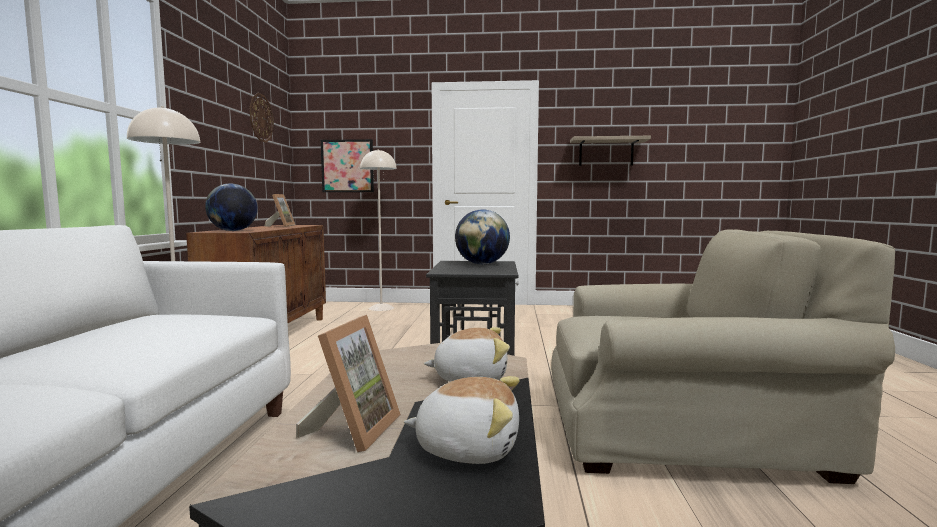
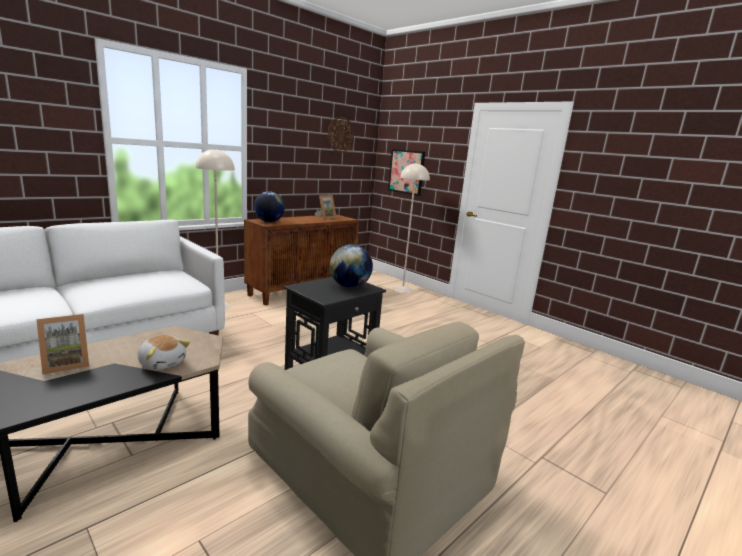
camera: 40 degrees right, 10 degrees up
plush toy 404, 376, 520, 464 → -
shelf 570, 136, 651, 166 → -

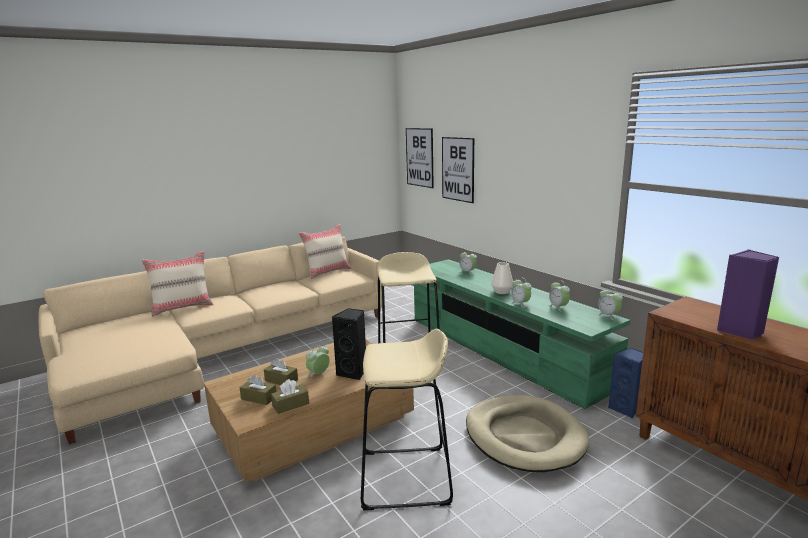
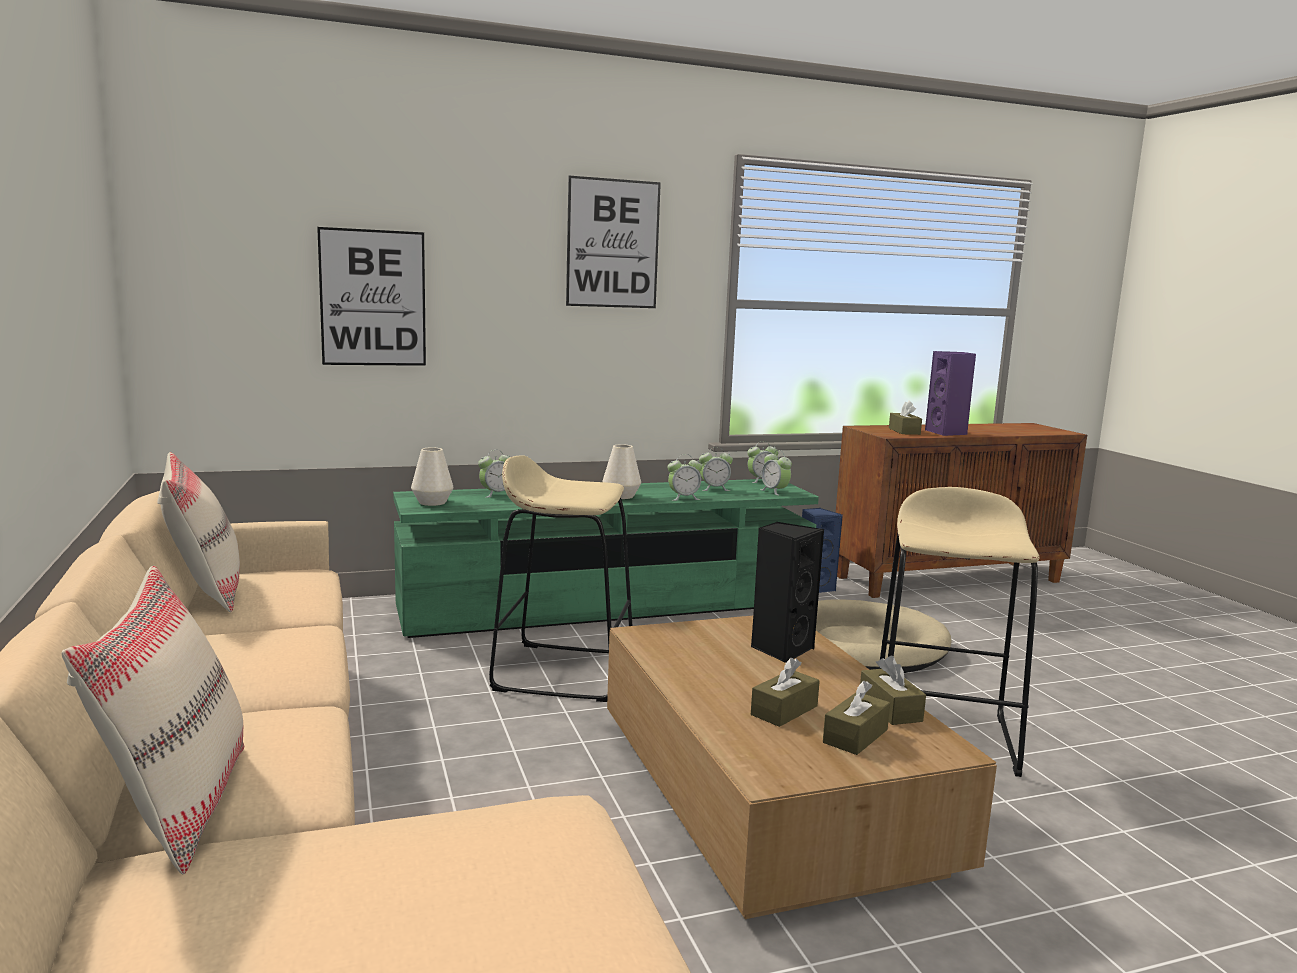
camera: 75 degrees left, 5 degrees down
alarm clock 306, 345, 330, 377 → alarm clock 760, 450, 792, 496, moved
picture 406, 128, 434, 188 → picture 566, 176, 661, 308, moved
- → white vase 411, 447, 453, 506
- → brown tissue box 889, 400, 922, 435

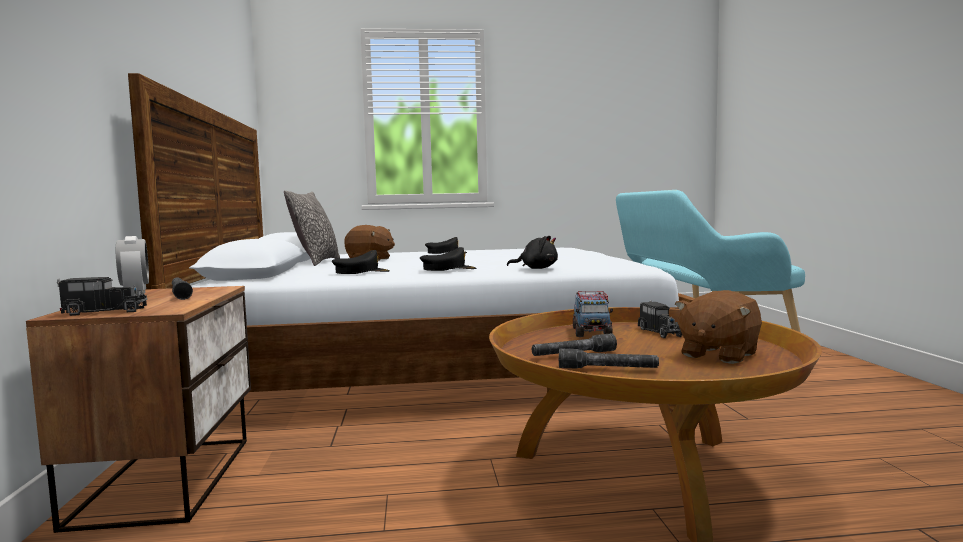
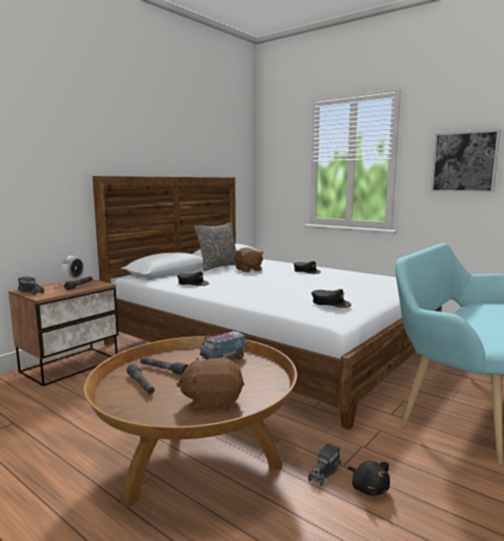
camera: 45 degrees right, 5 degrees up
black cap 420, 247, 476, 271 → black cap 311, 289, 351, 308, moved
black plush toy 507, 236, 558, 269 → black plush toy 347, 461, 390, 496, moved
toy truck 638, 300, 682, 338 → toy truck 308, 443, 341, 486, moved
- → picture 431, 129, 501, 193

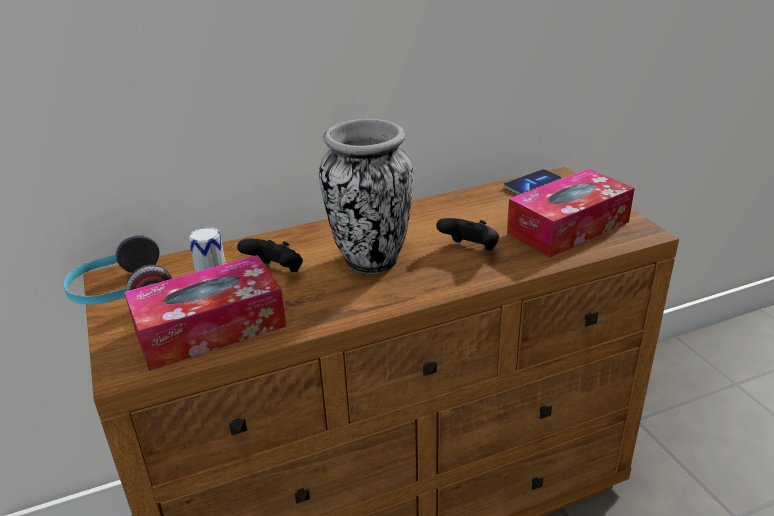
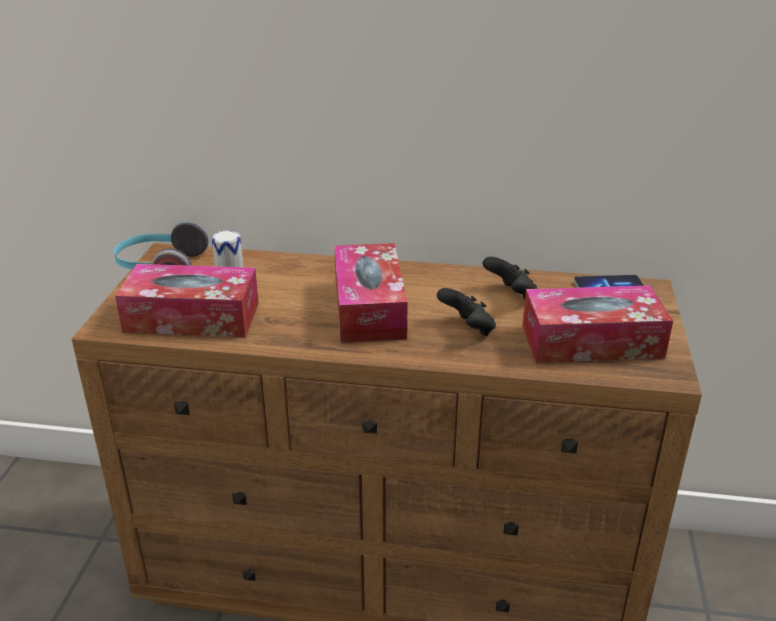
camera: 30 degrees right, 0 degrees up
black game controller 237, 238, 303, 272 → black game controller 483, 257, 538, 300, moved
vase 319, 119, 414, 274 → tissue box 334, 243, 408, 343

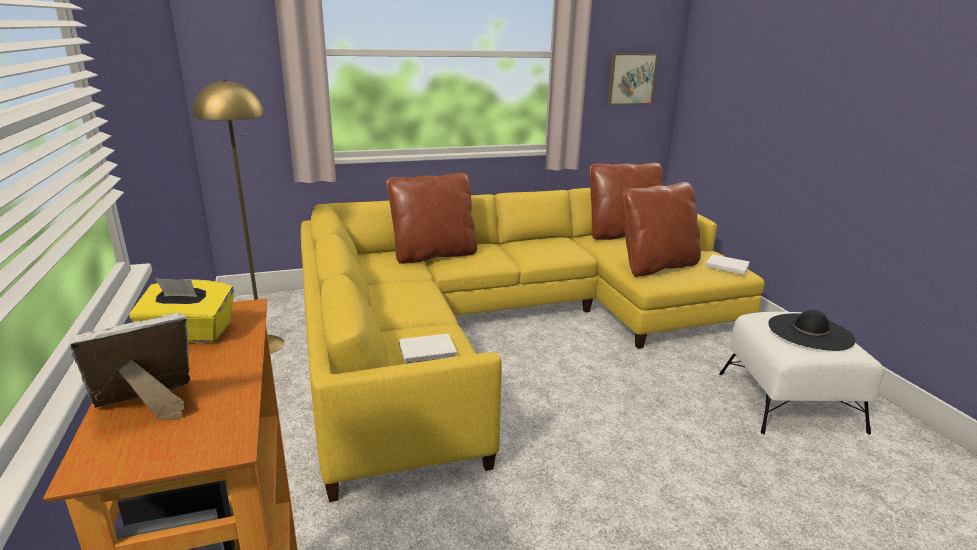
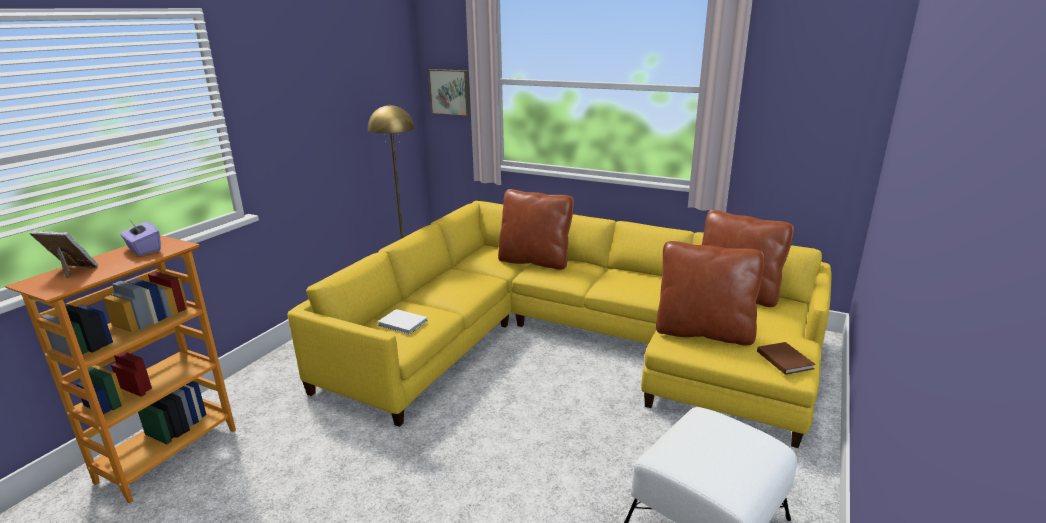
camera: 45 degrees right, 0 degrees up
yellow tissue box 129, 278, 234, 343 → purple tissue box 120, 219, 161, 256
picture 607, 53, 658, 105 → picture 428, 69, 470, 116, moved
white book 706, 254, 750, 275 → brown book 757, 342, 815, 375
black hat 768, 310, 855, 351 → -

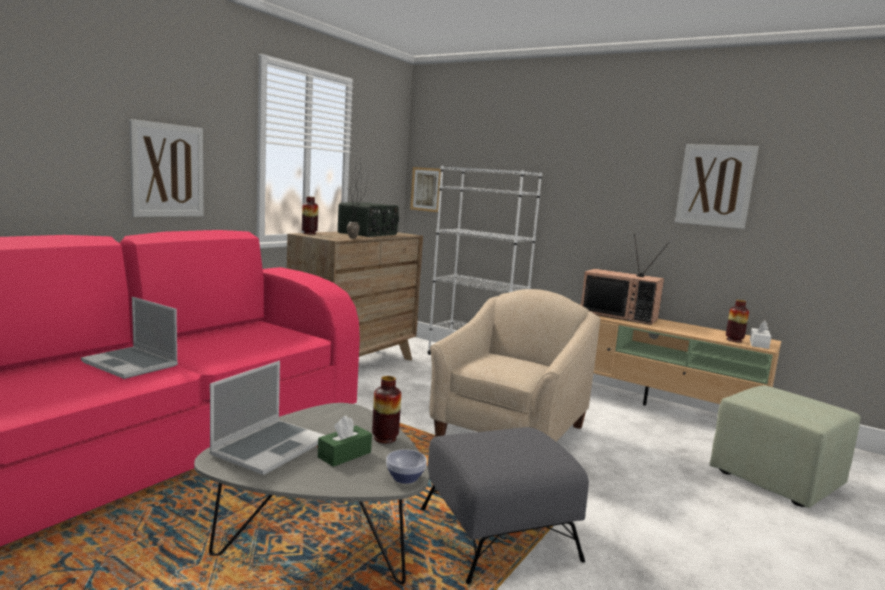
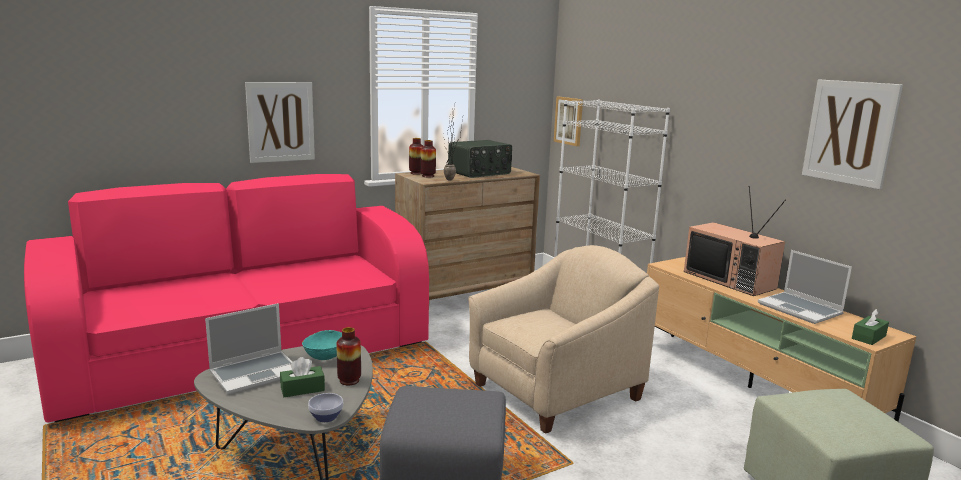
camera: 25 degrees right, 5 degrees up
laptop 81, 297, 178, 379 → laptop 758, 250, 852, 324, moved
vase 726, 300, 749, 342 → vase 421, 140, 436, 178, moved
white tissue box 750, 321, 771, 349 → green tissue box 852, 309, 889, 345
- → turquoise bowl 302, 330, 342, 360

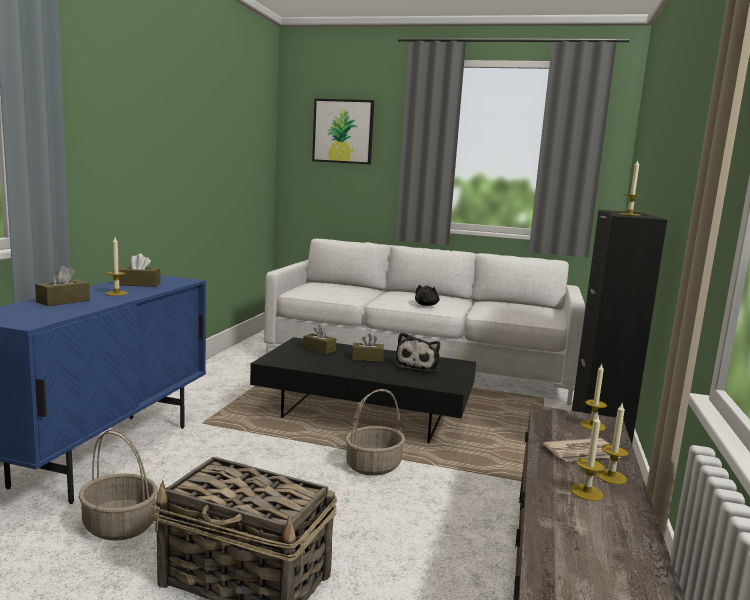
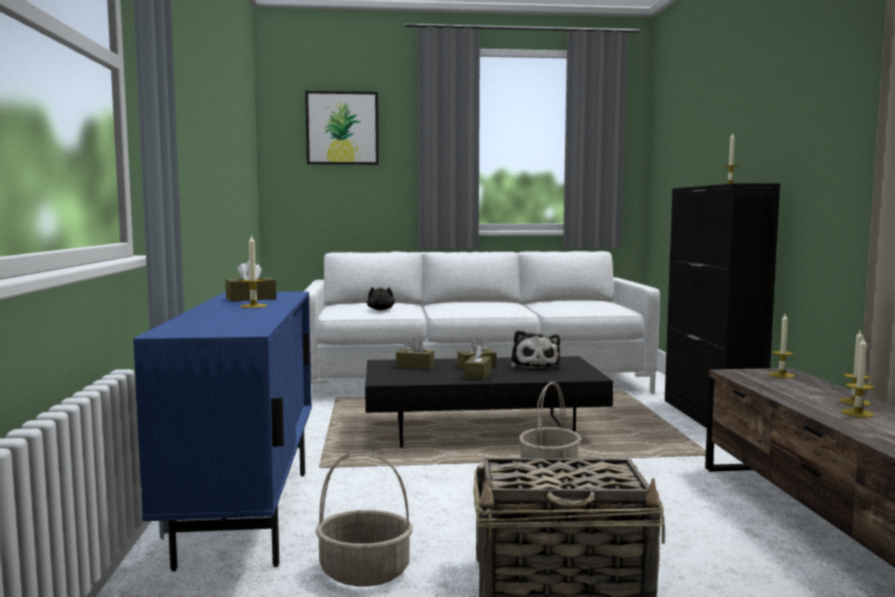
camera: 20 degrees left, 5 degrees down
brown tissue box 35, 266, 90, 306 → brown tissue box 464, 344, 491, 380, moved
black plush toy 415, 285, 440, 306 → black plush toy 367, 287, 395, 310, moved
newspaper 543, 438, 621, 462 → -

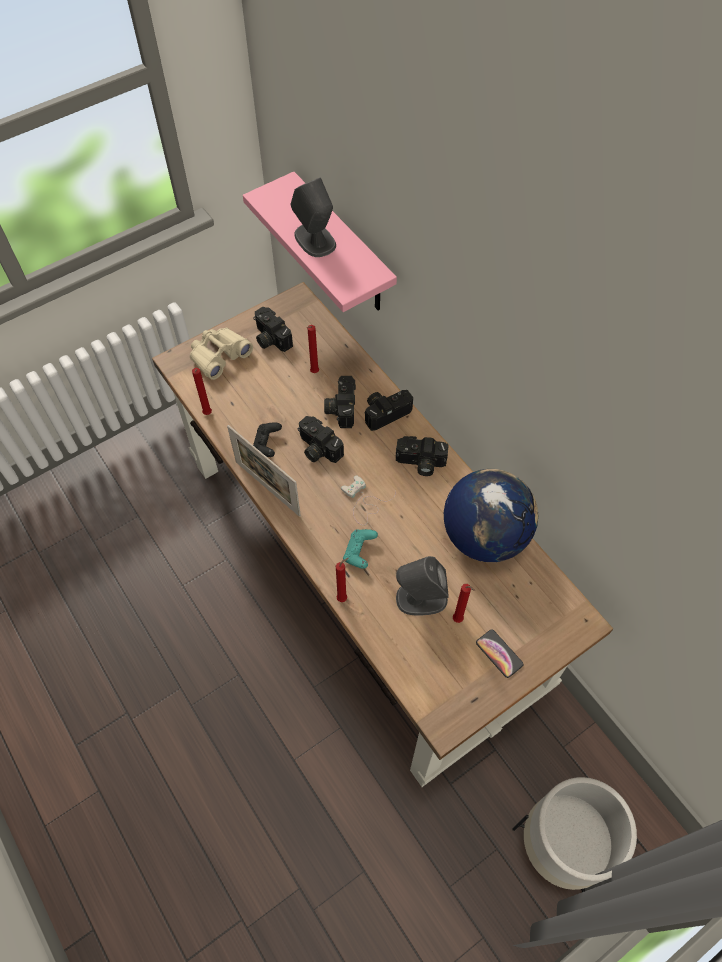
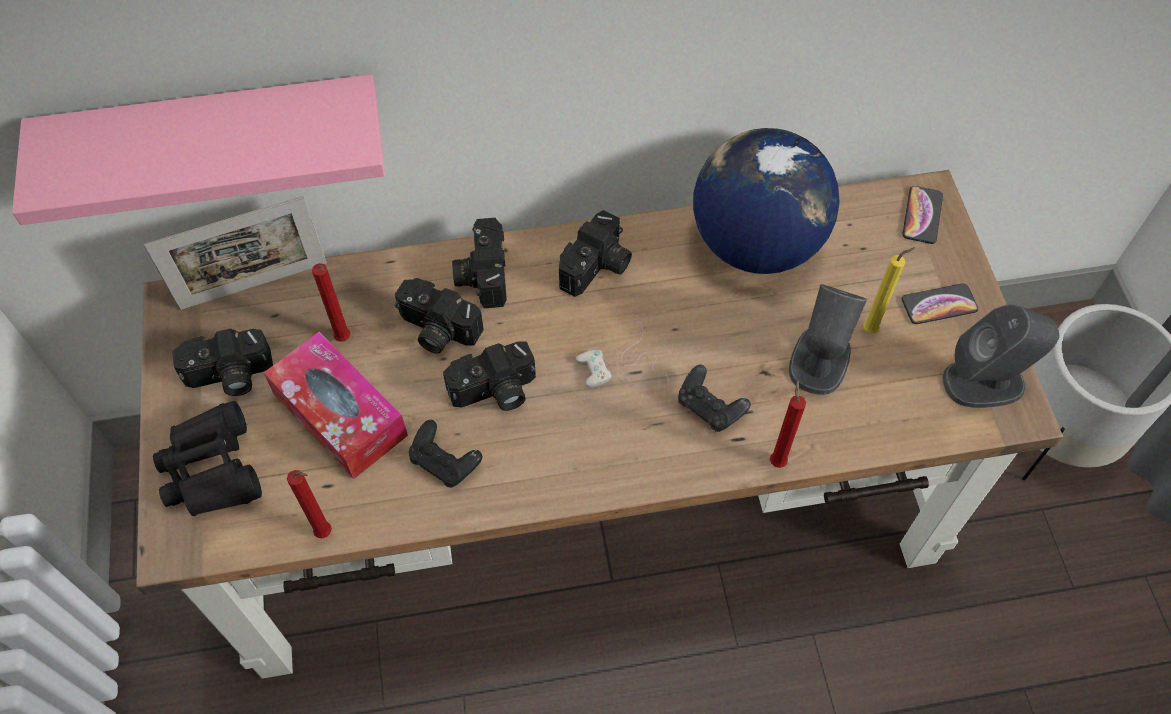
camera: 65 degrees left, 0 degrees up
beige binoculars 190, 328, 253, 380 → black binoculars 153, 401, 262, 516
picture frame 227, 425, 301, 517 → picture frame 144, 196, 327, 310, moved
grey speaker 290, 178, 336, 257 → grey speaker 943, 304, 1059, 408, moved
turquoise game controller 343, 529, 378, 569 → black game controller 678, 365, 751, 432
red candle 453, 584, 475, 623 → yellow candle 863, 247, 915, 334
- → tissue box 263, 332, 408, 479
- → phone 903, 186, 943, 244

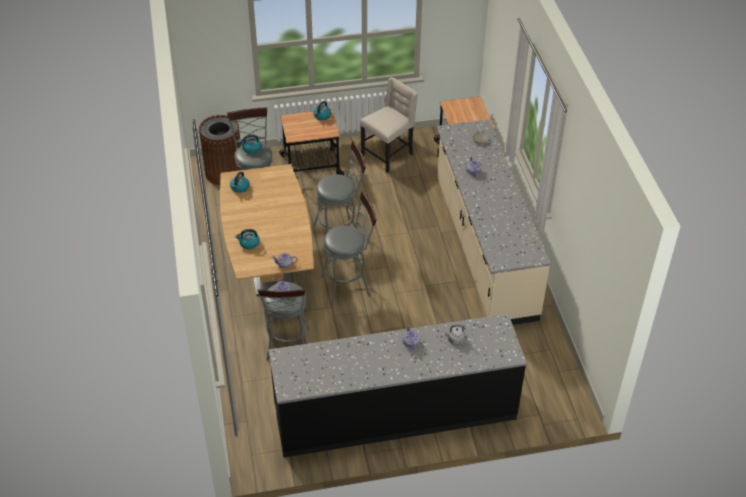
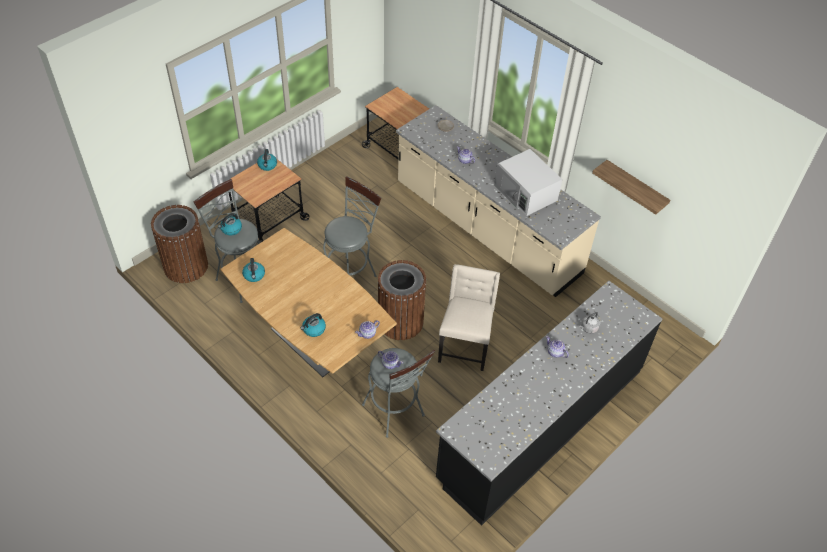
camera: 35 degrees left, 5 degrees up
grey stool 321, 191, 377, 305 → brown trash can 378, 260, 426, 340
beige chair 360, 77, 418, 173 → beige chair 438, 264, 500, 371, moved
- → white microwave 494, 149, 562, 216
- → shelf 592, 160, 670, 215

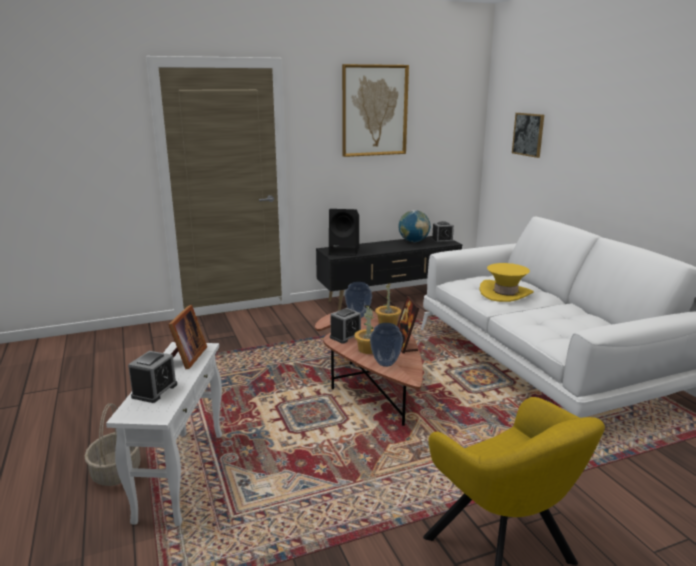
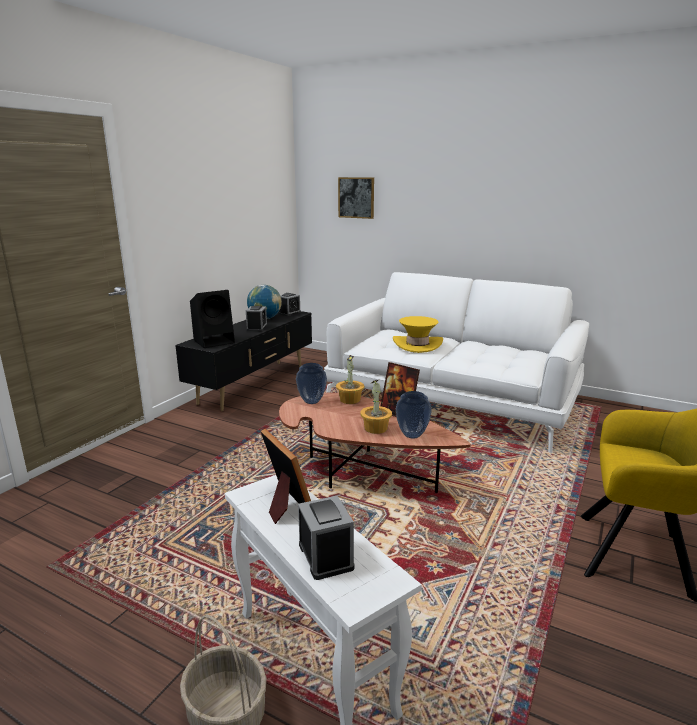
camera: 40 degrees left, 0 degrees up
alarm clock 330, 308, 361, 344 → alarm clock 246, 306, 267, 331, moved
picture 342, 64, 409, 157 → -

